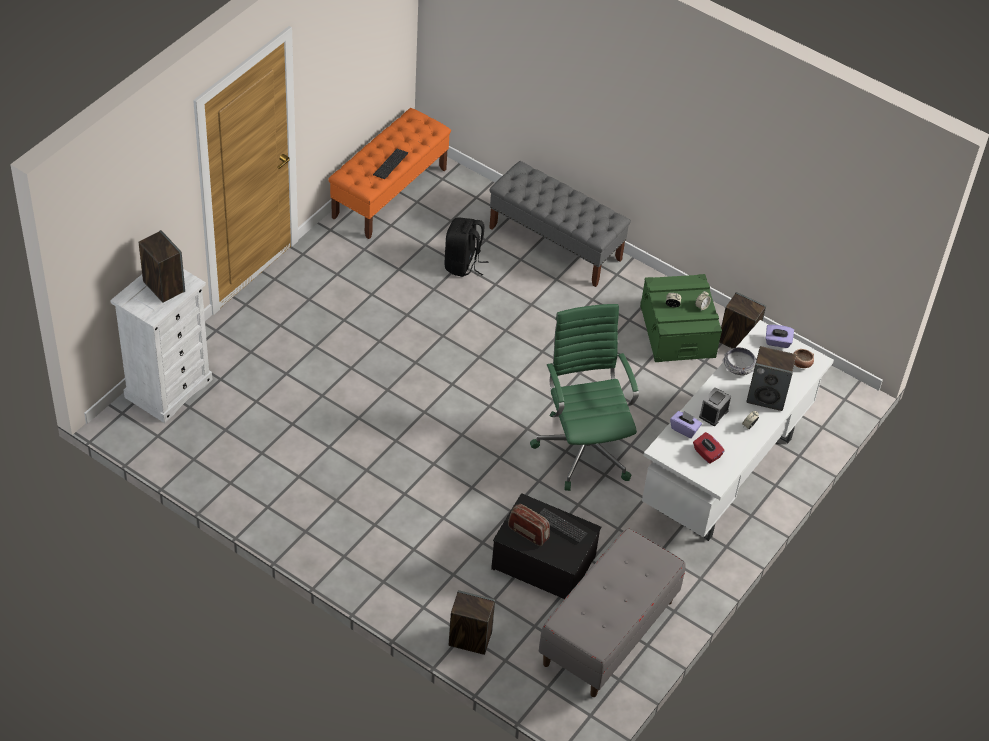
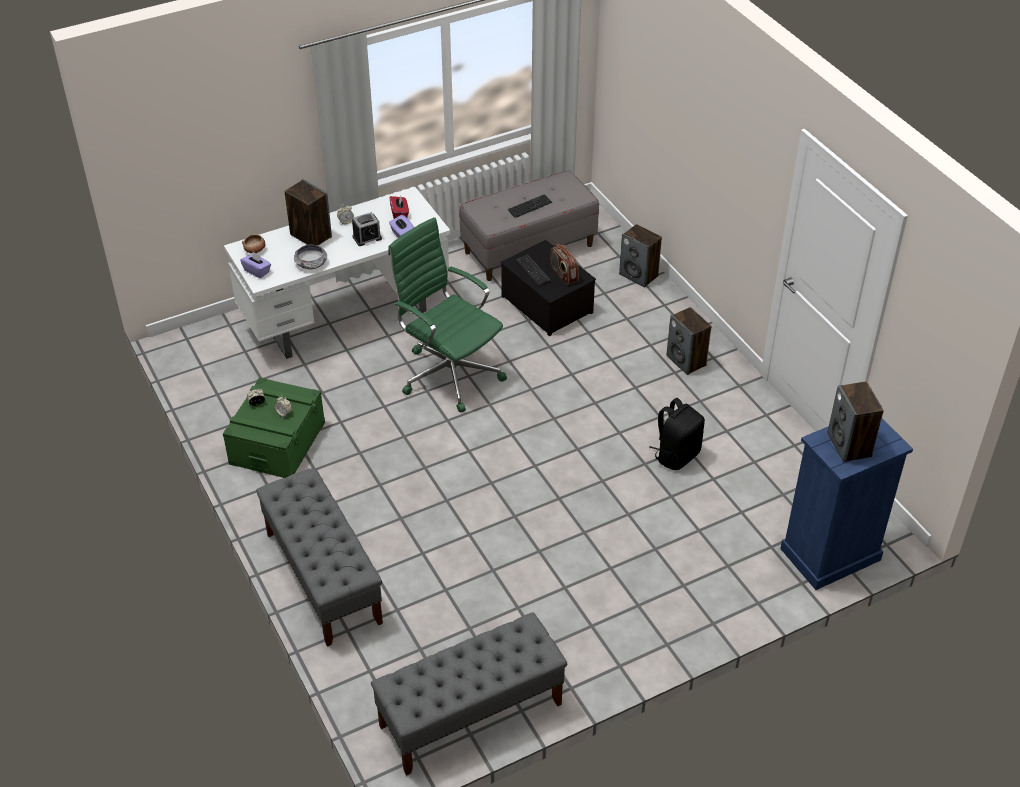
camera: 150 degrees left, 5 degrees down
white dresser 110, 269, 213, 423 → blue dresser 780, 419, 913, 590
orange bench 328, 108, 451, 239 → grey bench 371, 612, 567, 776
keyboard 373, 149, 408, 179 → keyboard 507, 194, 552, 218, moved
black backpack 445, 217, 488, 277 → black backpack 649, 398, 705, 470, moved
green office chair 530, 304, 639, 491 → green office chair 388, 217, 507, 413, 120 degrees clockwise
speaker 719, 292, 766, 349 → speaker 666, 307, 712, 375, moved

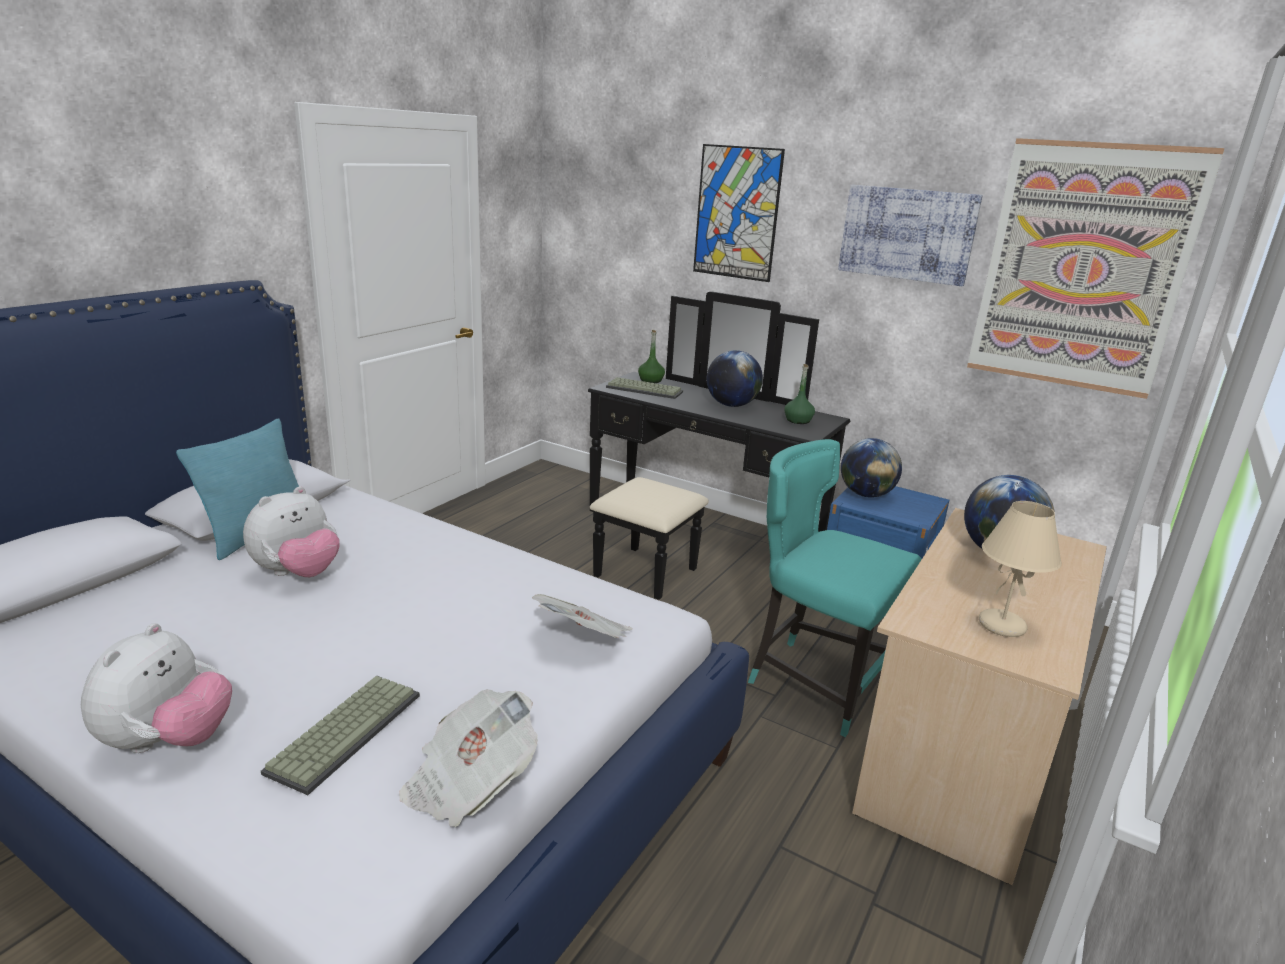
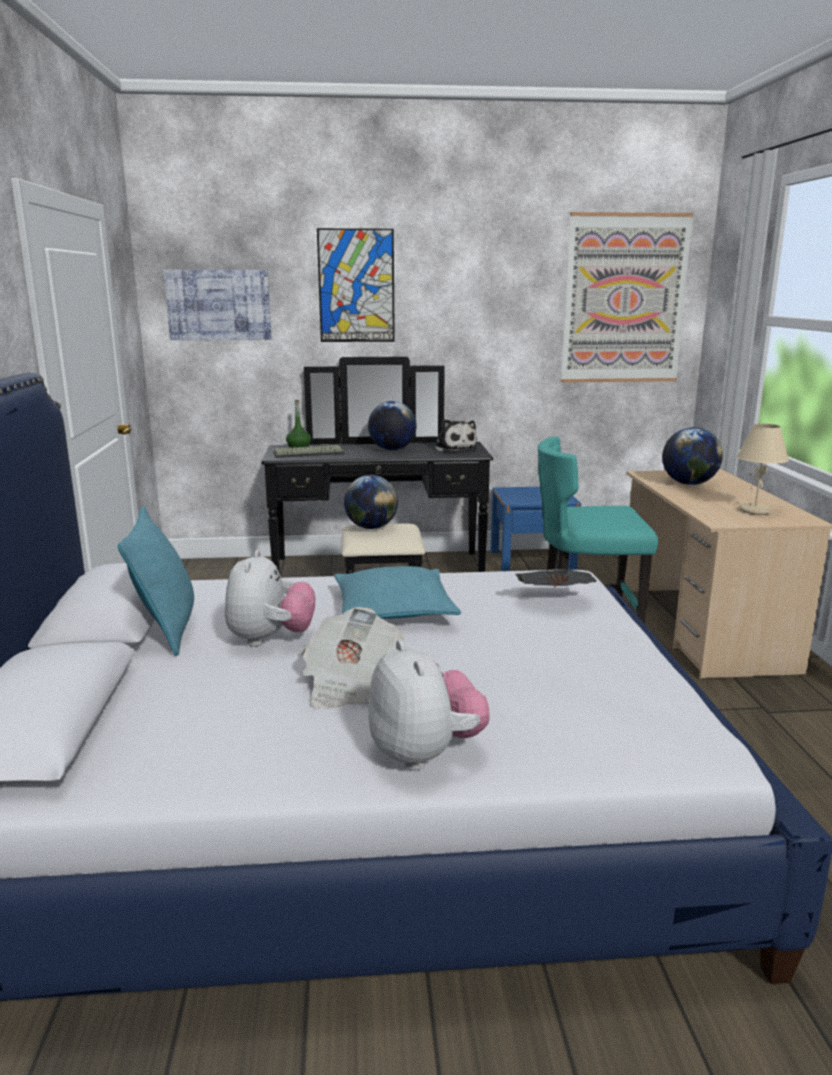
camera: 35 degrees left, 5 degrees down
keyboard 261, 675, 420, 795 → -
newspaper 399, 689, 538, 827 → newspaper 302, 607, 404, 709, moved
green bottle 784, 364, 815, 424 → plush toy 433, 419, 477, 452
picture 838, 185, 983, 286 → picture 164, 270, 272, 340, moved
globe 841, 438, 902, 498 → globe 344, 475, 398, 529, moved
- → turquoise pillow 334, 566, 461, 619

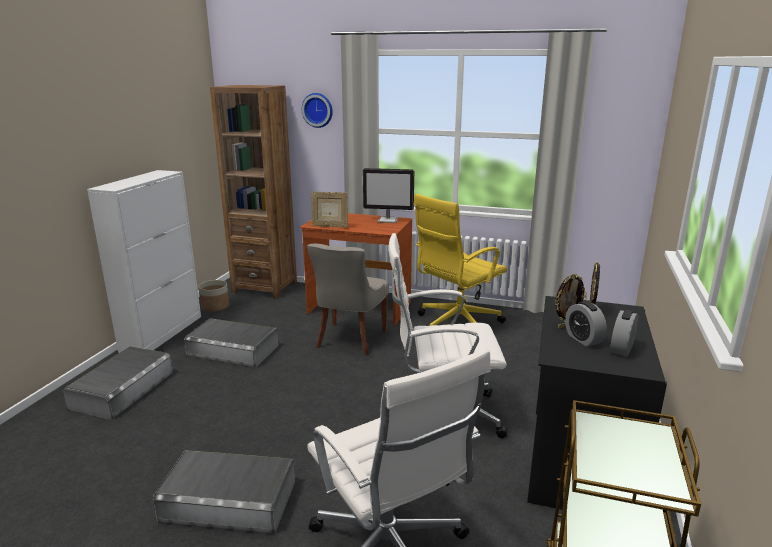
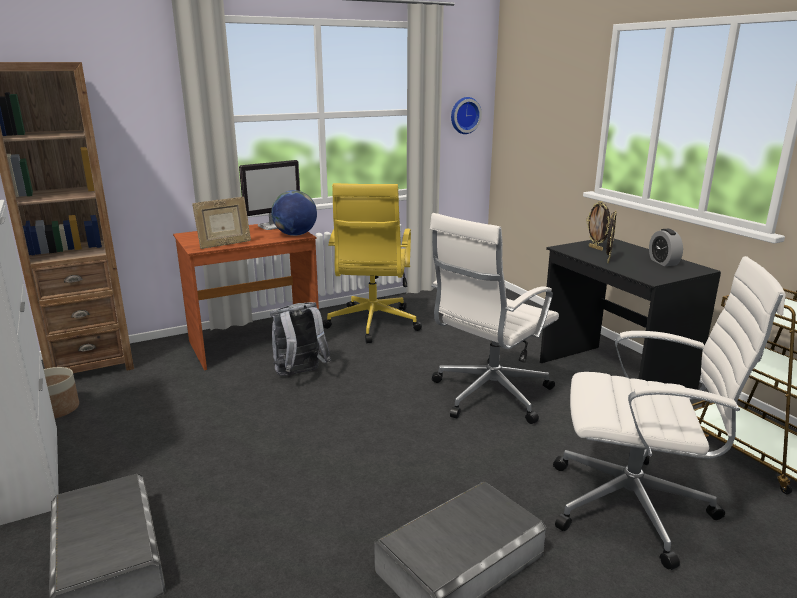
camera: 45 degrees left, 0 degrees up
grey storage box 184, 318, 279, 367 → -
wall clock 302, 93, 333, 128 → wall clock 451, 97, 482, 134, moved
grey chair 307, 244, 389, 355 → grey backpack 270, 302, 331, 376
alarm clock 565, 301, 607, 347 → -
- → globe 271, 190, 317, 236

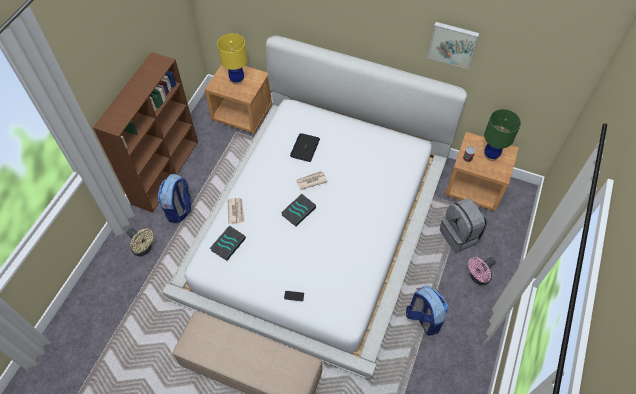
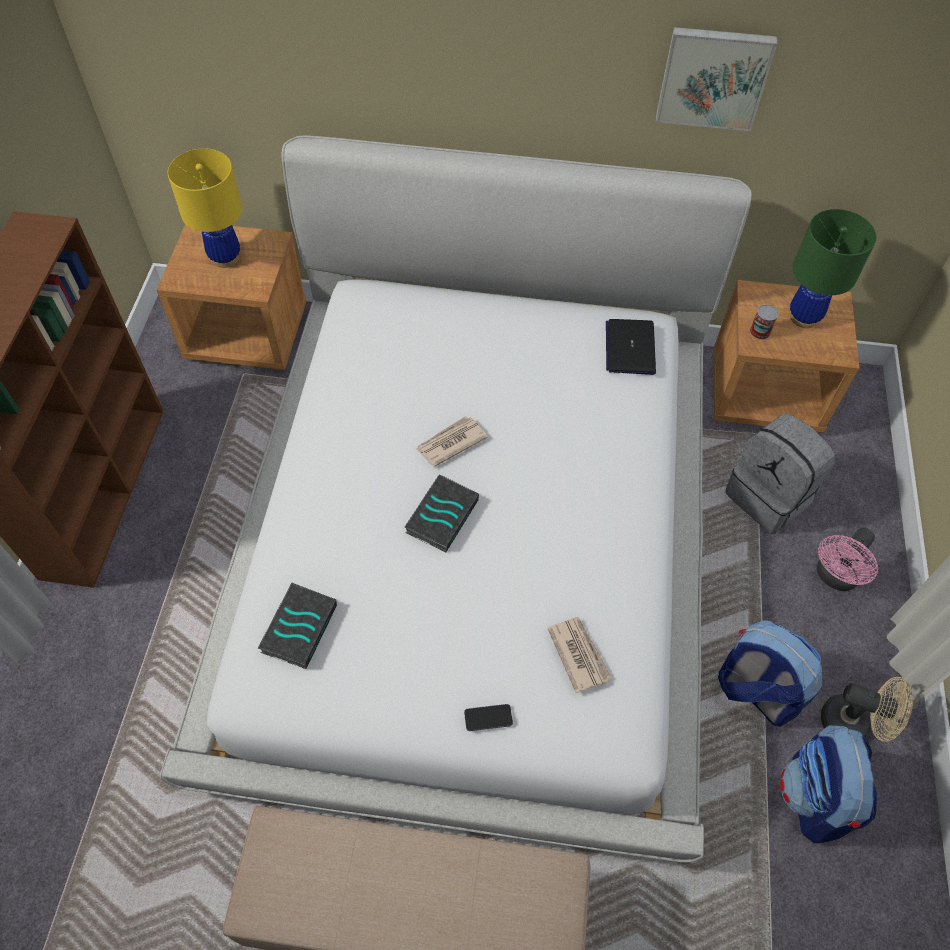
camera: 15 degrees left, 0 degrees up
beige fan 127, 228, 153, 256 → beige fan 821, 677, 913, 742, moved
backpack 158, 174, 191, 223 → backpack 780, 726, 877, 843, moved
newspaper 228, 198, 245, 224 → newspaper 547, 617, 612, 693, moved
laptop 290, 133, 320, 162 → laptop 606, 319, 656, 375, moved

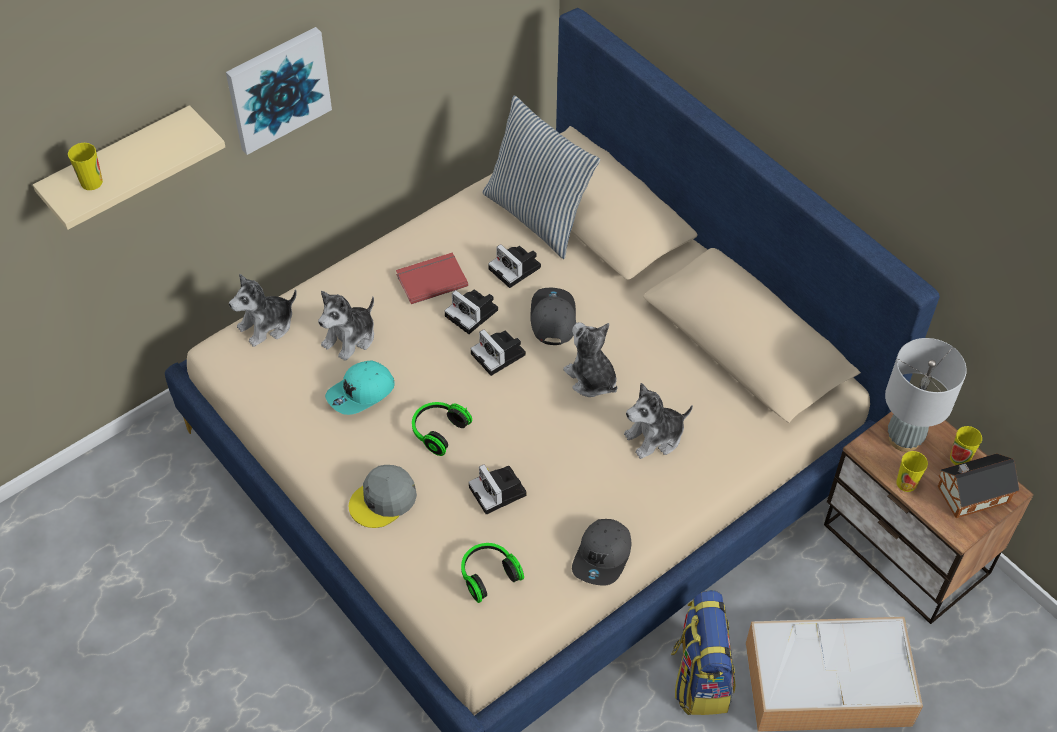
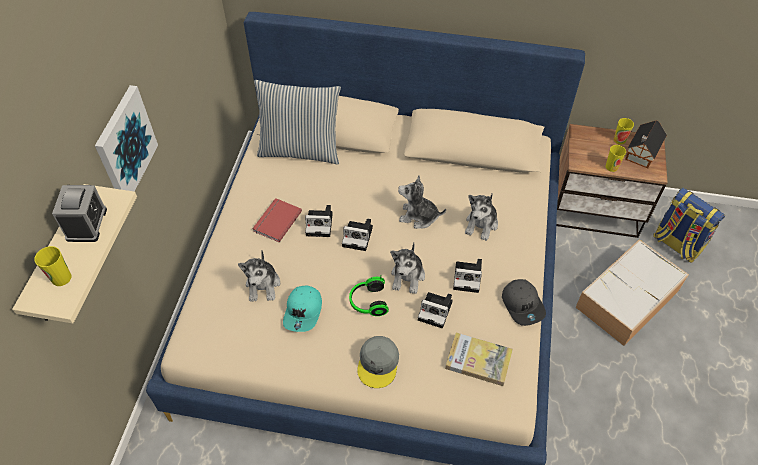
camera: 40 degrees left, 0 degrees up
plush toy 229, 274, 297, 347 → plush toy 390, 243, 425, 294, moved
headphones 461, 543, 524, 603 → book 445, 333, 513, 386
photo camera 488, 244, 541, 288 → photo camera 453, 259, 482, 293, moved
grey cap 531, 288, 576, 345 → -
backpack 670, 590, 735, 715 → backpack 653, 188, 725, 263, moved
grey table lamp 885, 338, 967, 452 → -
- → alarm clock 52, 185, 107, 242

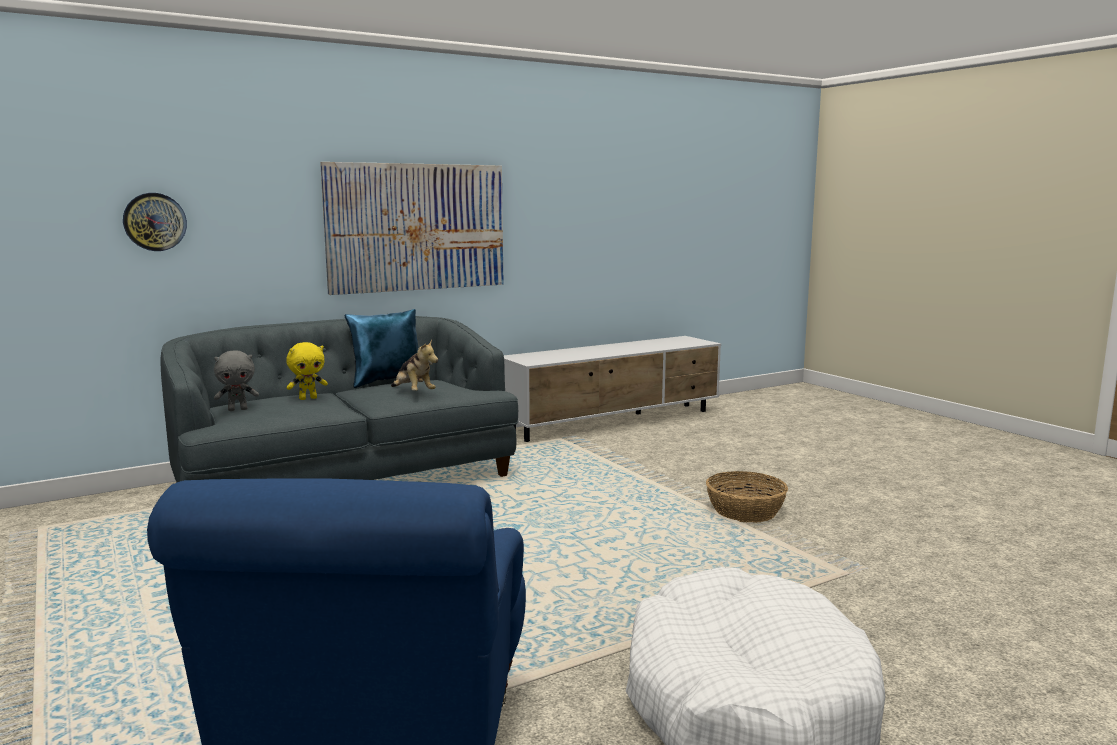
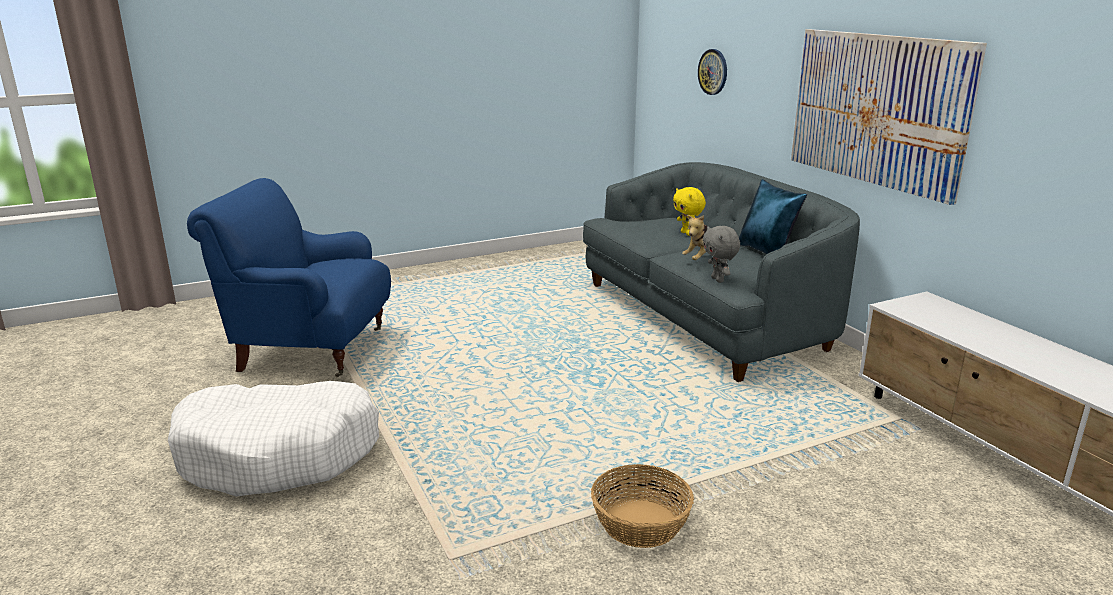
camera: 95 degrees right, 10 degrees up
grey plush toy 214, 351, 259, 411 → grey plush toy 703, 226, 740, 283, moved

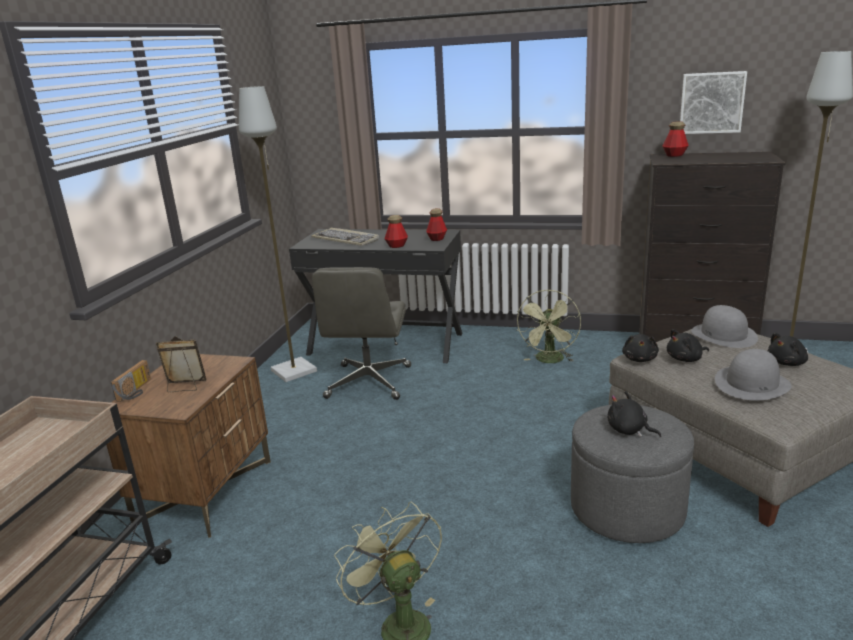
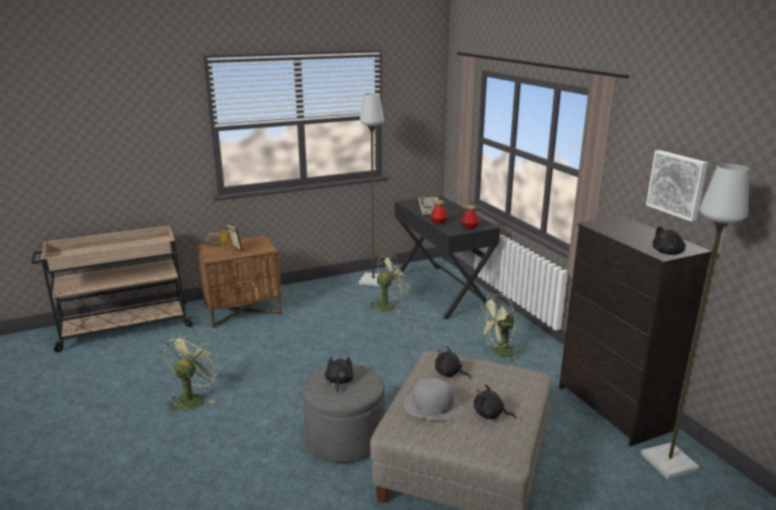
camera: 50 degrees right, 0 degrees up
grey office chair 312, 267, 411, 400 → green fan 368, 254, 409, 313
black plush toy 622, 334, 659, 362 → black plush toy 652, 226, 686, 255, moved
bottle 662, 121, 689, 157 → -
grey hat 691, 305, 758, 348 → -

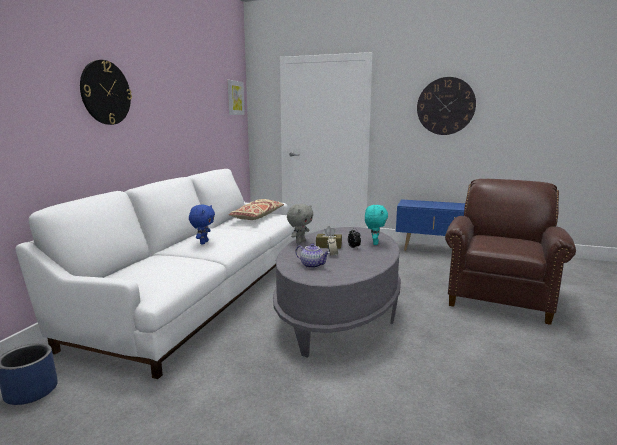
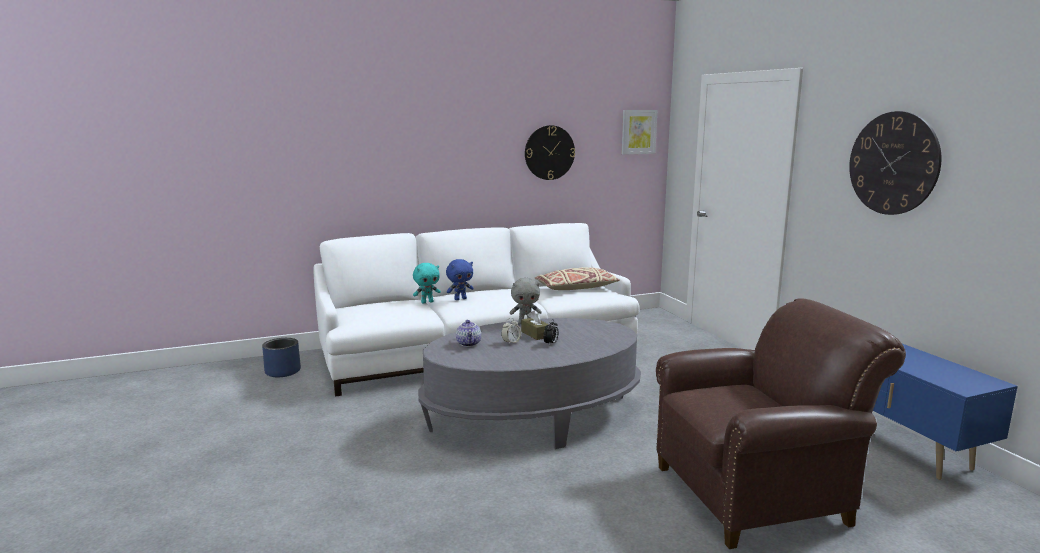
camera: 50 degrees right, 0 degrees up
wall clock 80, 60, 132, 125 → wall clock 525, 125, 575, 180, moved
turquoise plush toy 365, 205, 388, 245 → turquoise plush toy 413, 263, 441, 304, moved

